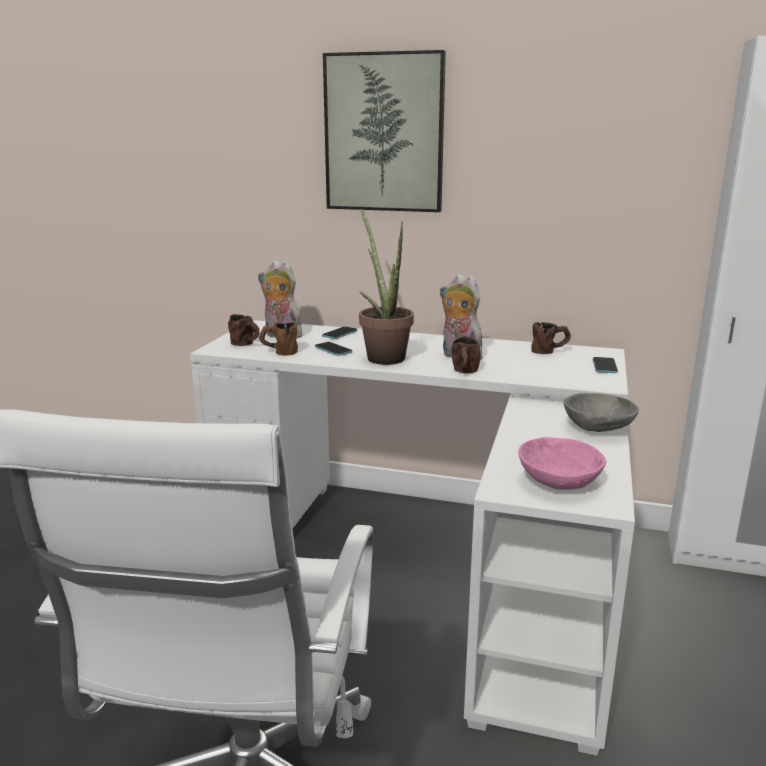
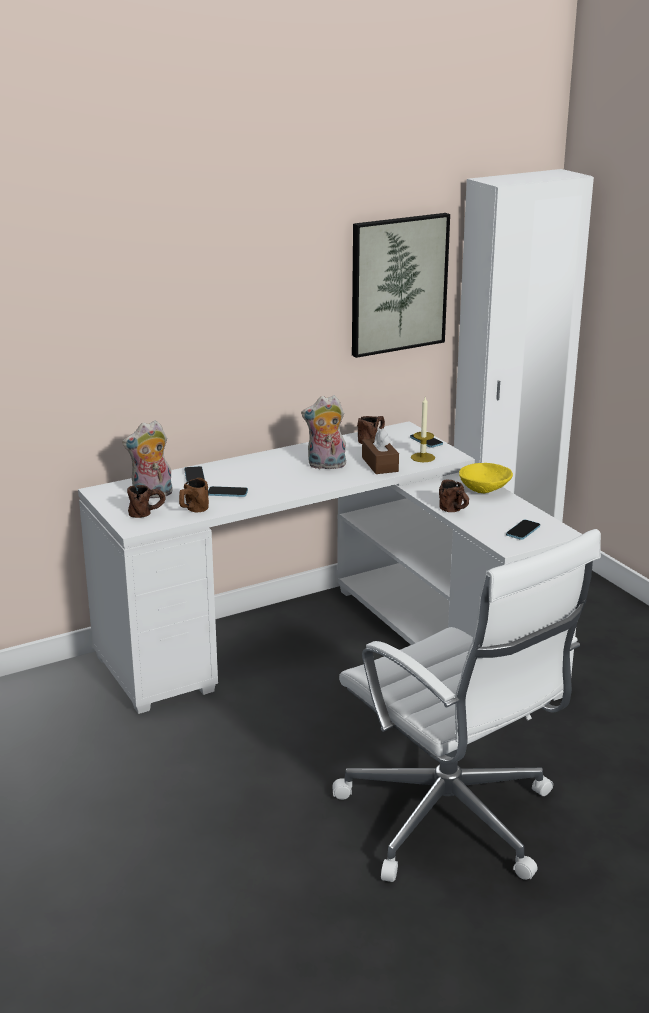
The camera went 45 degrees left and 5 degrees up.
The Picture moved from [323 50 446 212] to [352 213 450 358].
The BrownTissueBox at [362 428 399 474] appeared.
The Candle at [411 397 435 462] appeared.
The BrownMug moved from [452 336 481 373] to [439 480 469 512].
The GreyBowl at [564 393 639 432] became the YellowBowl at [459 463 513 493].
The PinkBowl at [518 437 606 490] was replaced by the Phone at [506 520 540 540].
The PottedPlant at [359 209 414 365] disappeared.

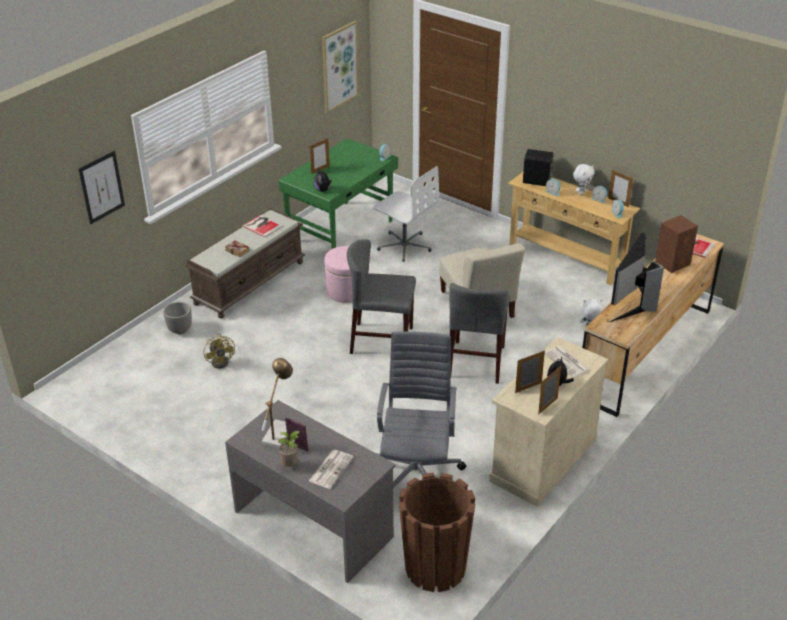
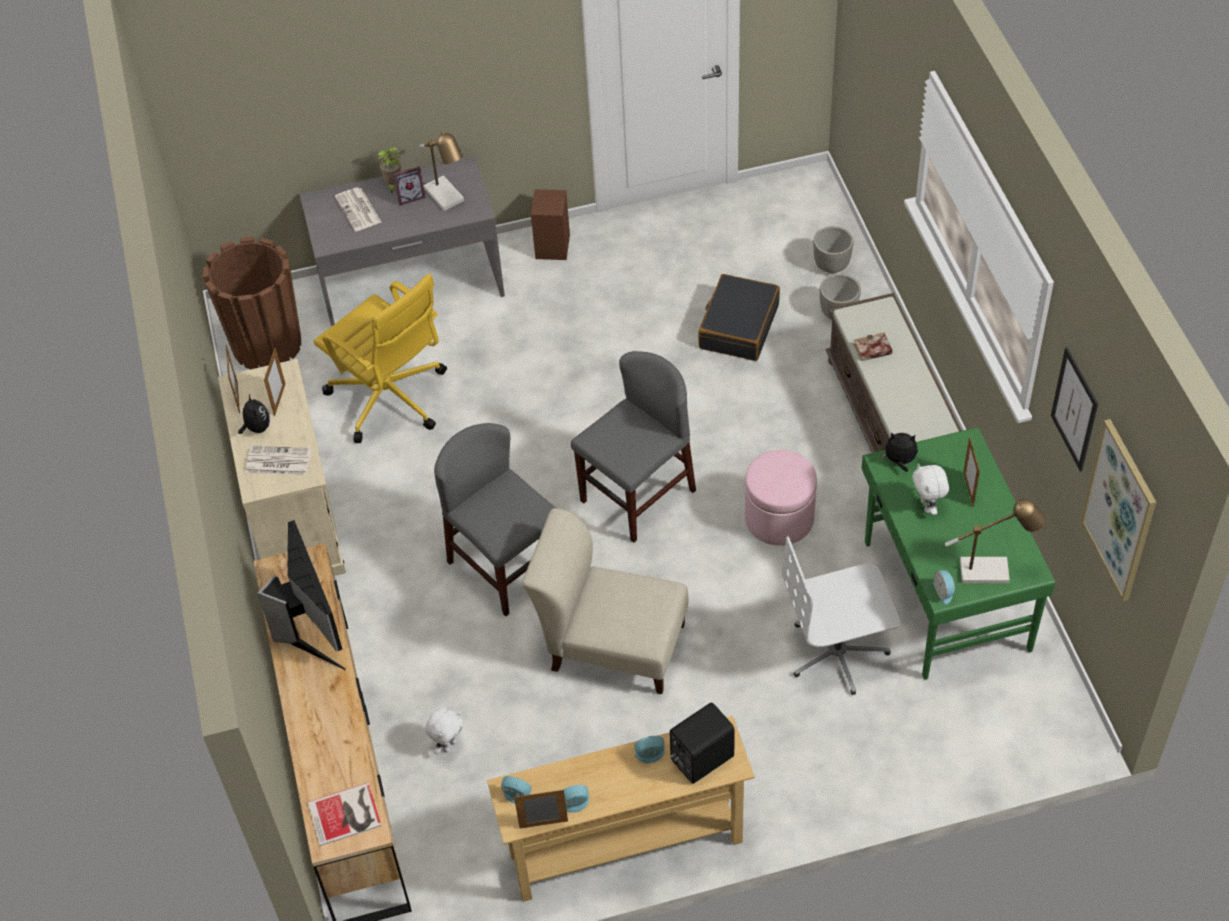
The camera went 130 degrees right and 15 degrees up.
The GreyOfficeChair at [376 331 466 488] became the YellowOfficeChair at [313 274 447 443].
The BrownSpeaker moved from [655 215 698 273] to [531 189 570 260].
The YellowFan at [204 334 235 369] was replaced by the BlackSuitcase at [698 274 780 361].
The Planter at [813 226 853 273] appeared.
The WhitePlushToy moved from [573 164 595 195] to [912 463 949 515].
The TableLamp at [945 499 1046 583] appeared.
The Picture moved from [78 151 125 224] to [1051 347 1098 472].
The Book at [243 215 283 237] disappeared.

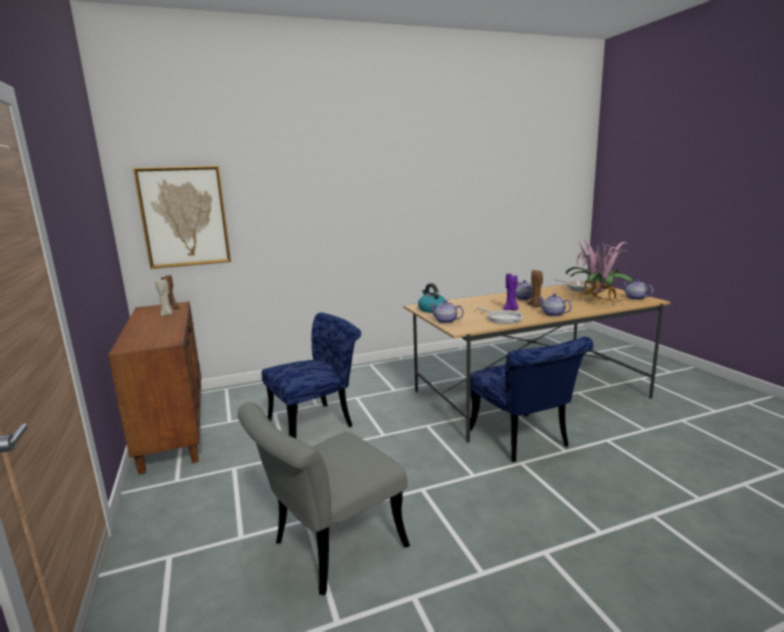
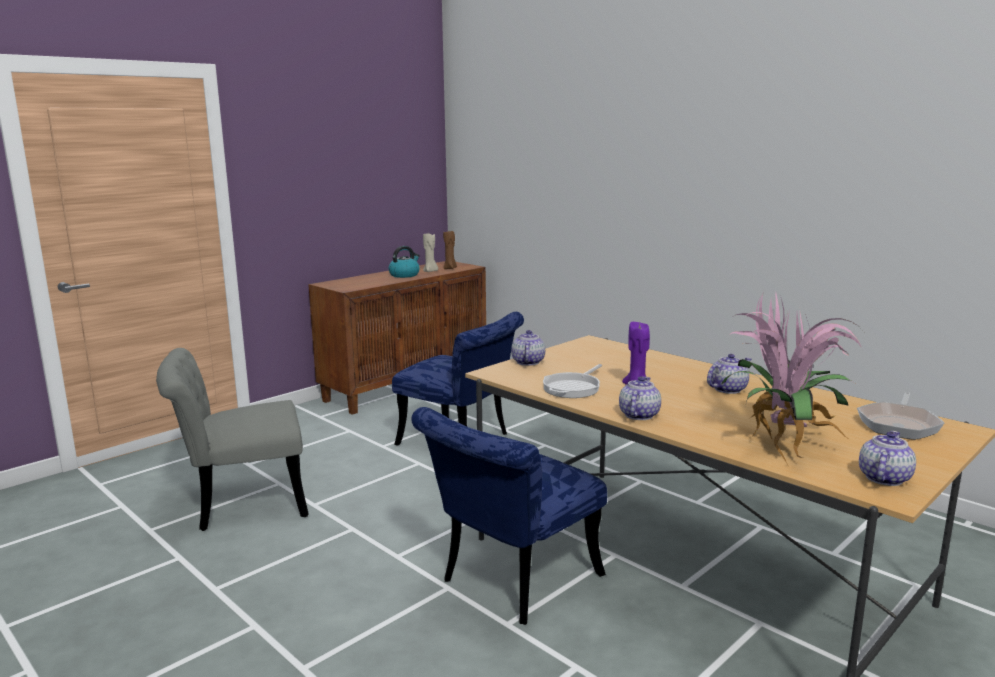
The camera went 65 degrees right and 0 degrees up.
The GreyChair at [238 402 410 595] turned 45 degrees counterclockwise.
The Kettle moved from [418 283 445 313] to [388 246 420 278].
The Picture at [133 166 231 269] disappeared.
The BrownCandle at [527 270 543 307] disappeared.

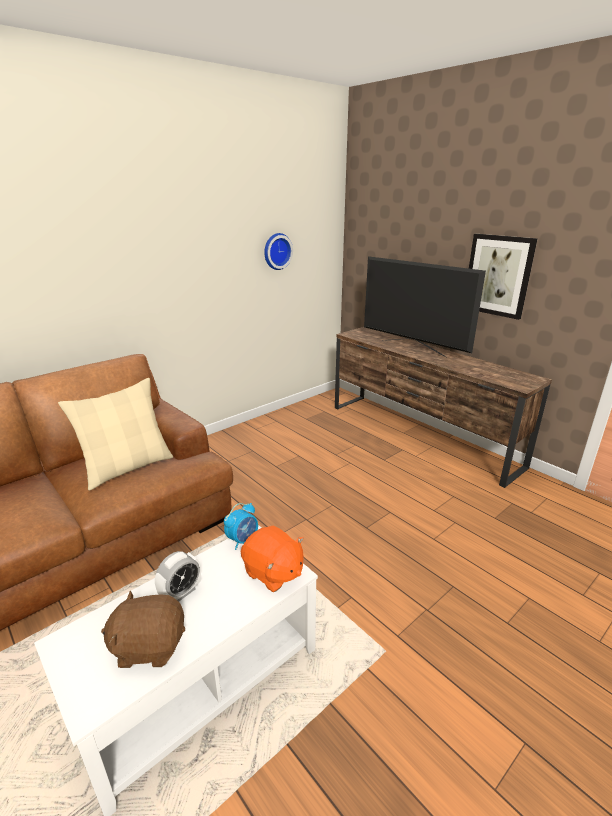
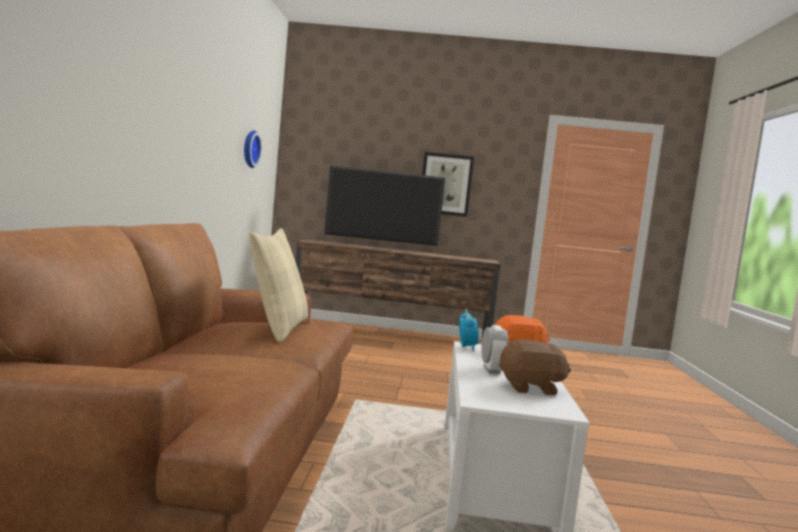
The camera went 45 degrees left and 20 degrees down.
The BrownPlushToy at [101 591 185 668] turned 135 degrees counterclockwise.

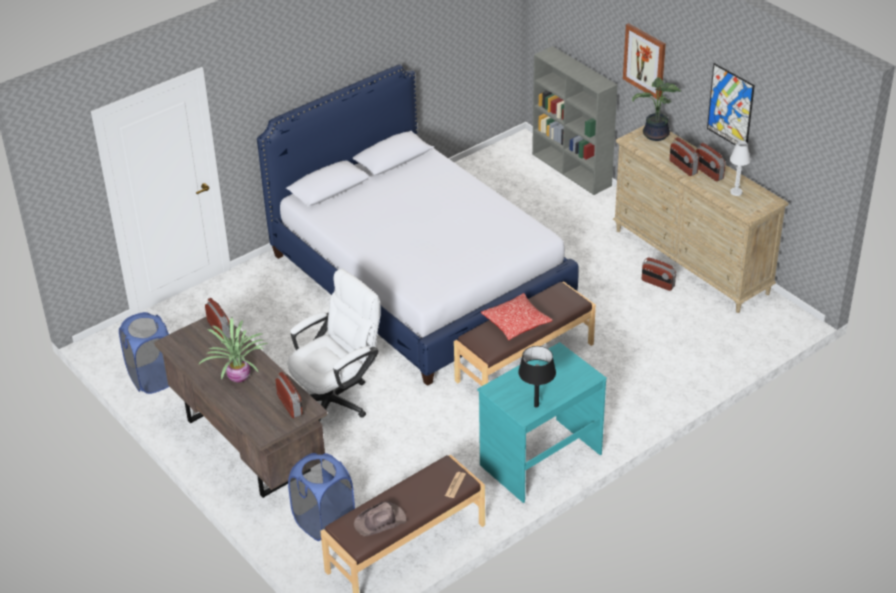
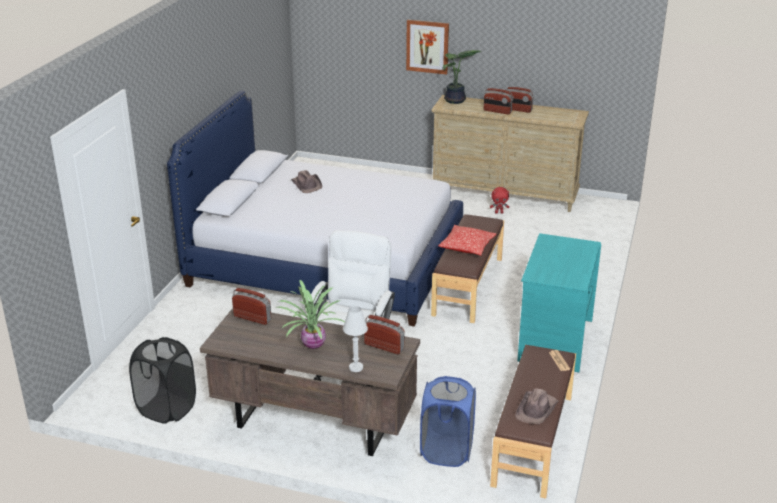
The camera went 35 degrees left and 10 degrees down.
The BlueLaundryBasket at [119 312 170 394] became the BlackLaundryBasket at [129 337 196 424].
The BrownHat at [291 170 322 193] appeared.
The WhiteTableLamp moved from [730 141 751 196] to [343 306 368 372].
The Radio at [642 257 676 291] was replaced by the RedPlushToy at [490 187 509 214].
The BlackTableLamp at [518 346 556 408] disappeared.
The GreyBookcase at [532 46 618 195] disappeared.
The Picture at [707 63 755 146] disappeared.

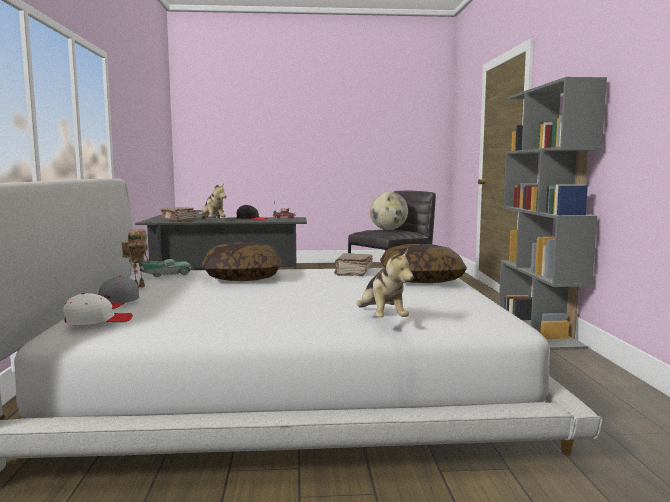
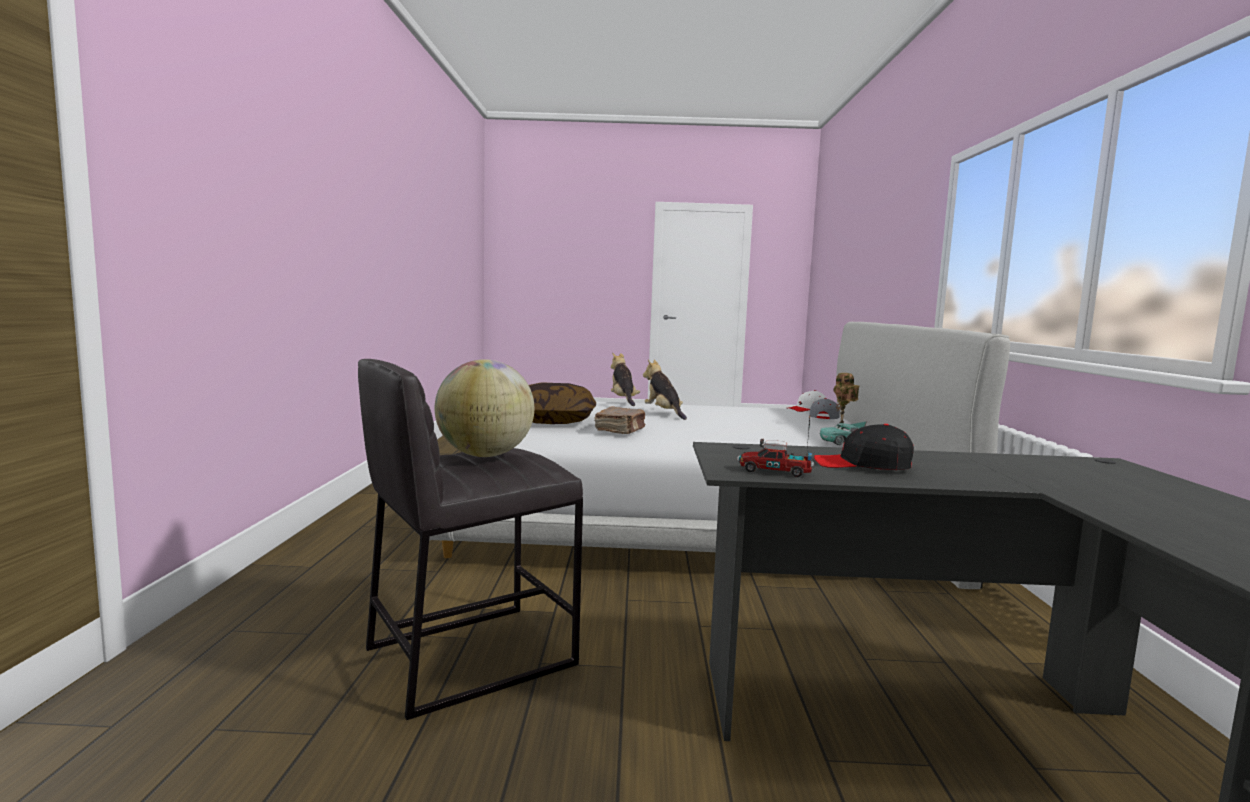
The camera went 175 degrees left and 0 degrees up.
The PlushToy moved from [199 183 227 219] to [643 359 687 420].
The BrownBook at [161 207 196 222] disappeared.
The Pillow at [202 242 282 281] disappeared.
The GreyBookcase at [499 77 607 350] disappeared.

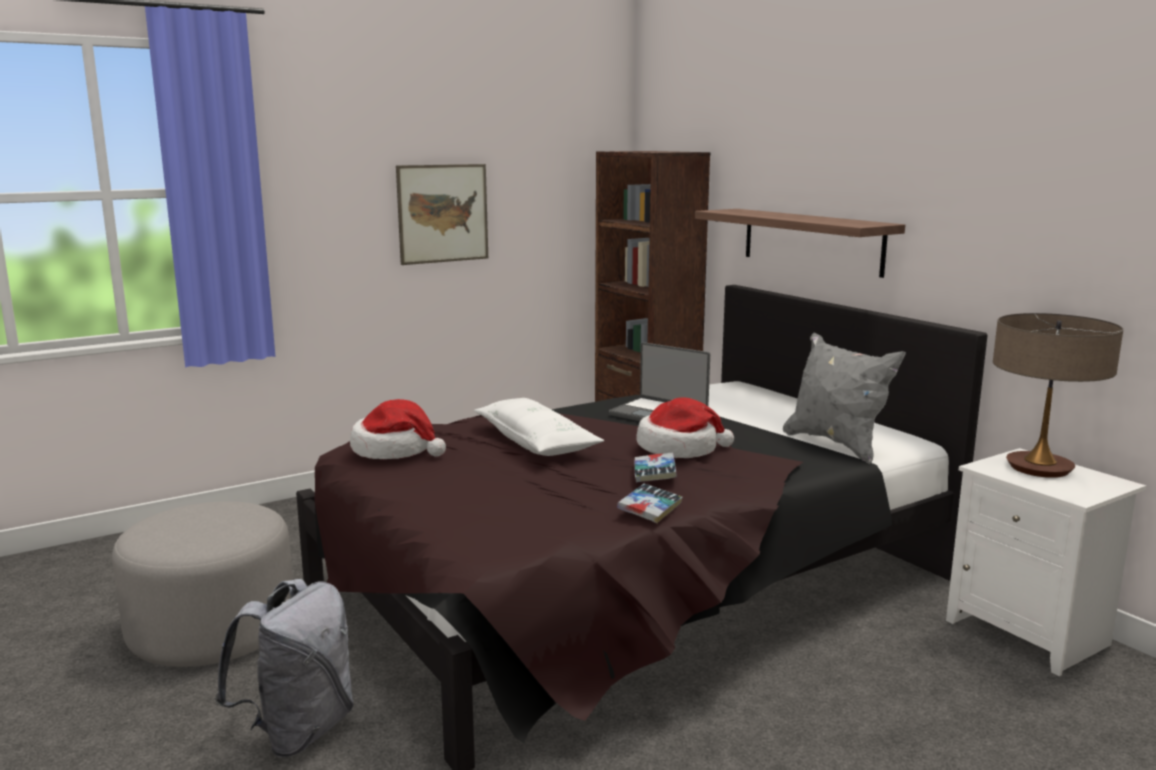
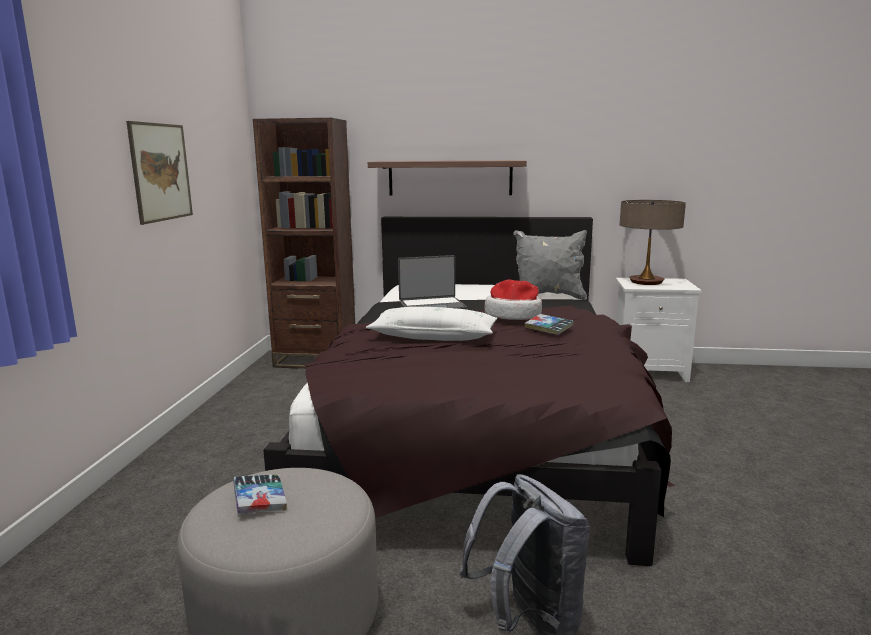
The camera went 50 degrees left and 0 degrees up.
The Book moved from [617 484 683 523] to [233 474 287 514].
The Hat at [350 399 446 459] disappeared.

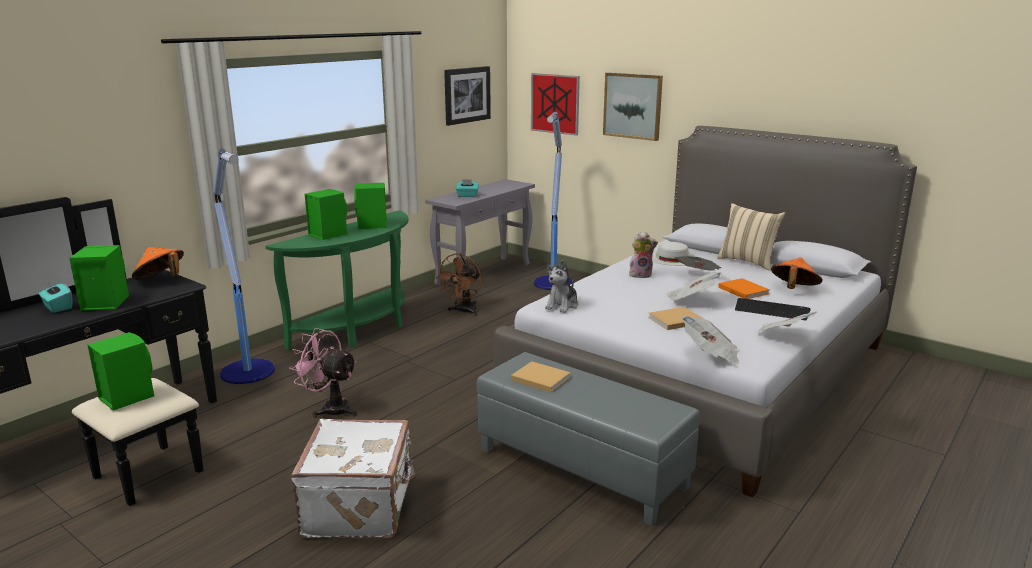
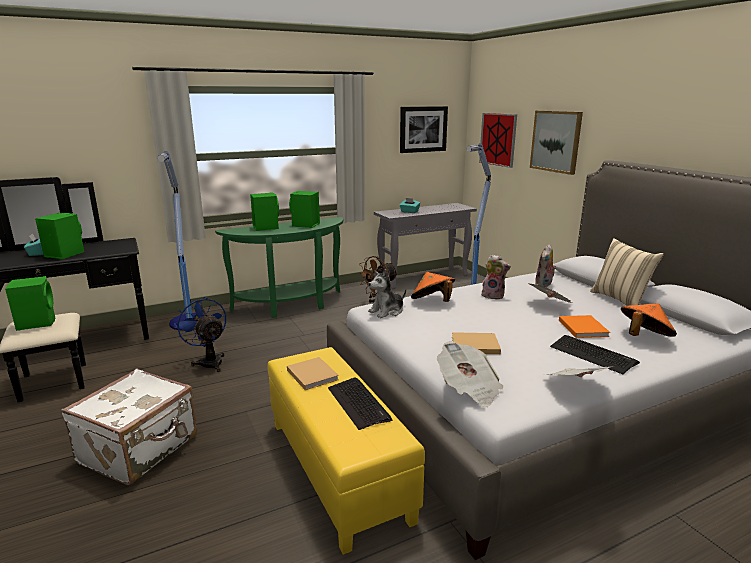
The camera went 25 degrees right and 0 degrees up.
The PinkFan at [289 328 357 418] became the BlueFan at [174 297 226 372].
The GreyOttoman at [477 352 700 526] became the YellowOttoman at [268 347 425 555].
The Keyboard at [328 378 392 430] appeared.
The OrangeHat moved from [132 247 184 280] to [411 272 455 302].
The WhiteHat at [652 242 699 266] was replaced by the PlushToy at [535 244 556 287].
The Newspaper at [667 271 723 301] disappeared.

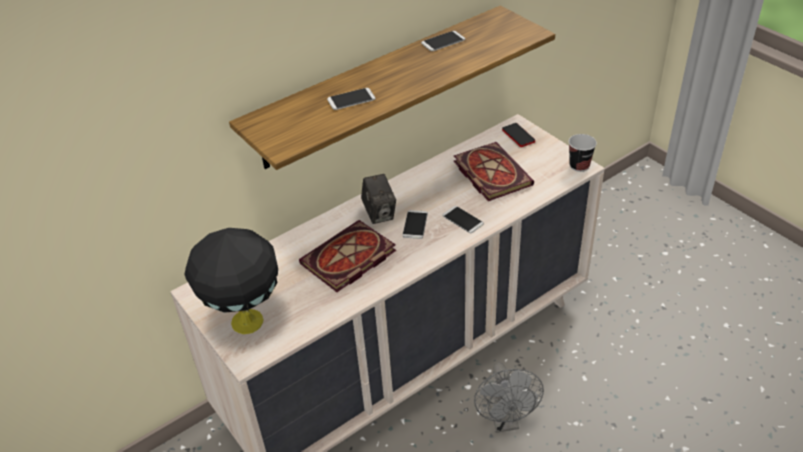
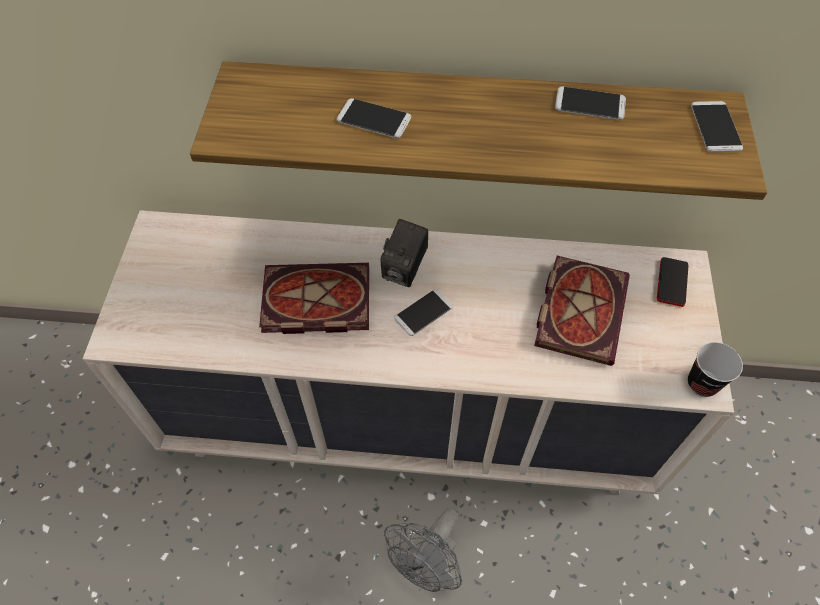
The camera went 40 degrees right and 15 degrees up.
The Phone moved from [442 206 484 233] to [691 101 743 152].
The BlackTableLamp at [184 228 278 334] disappeared.

